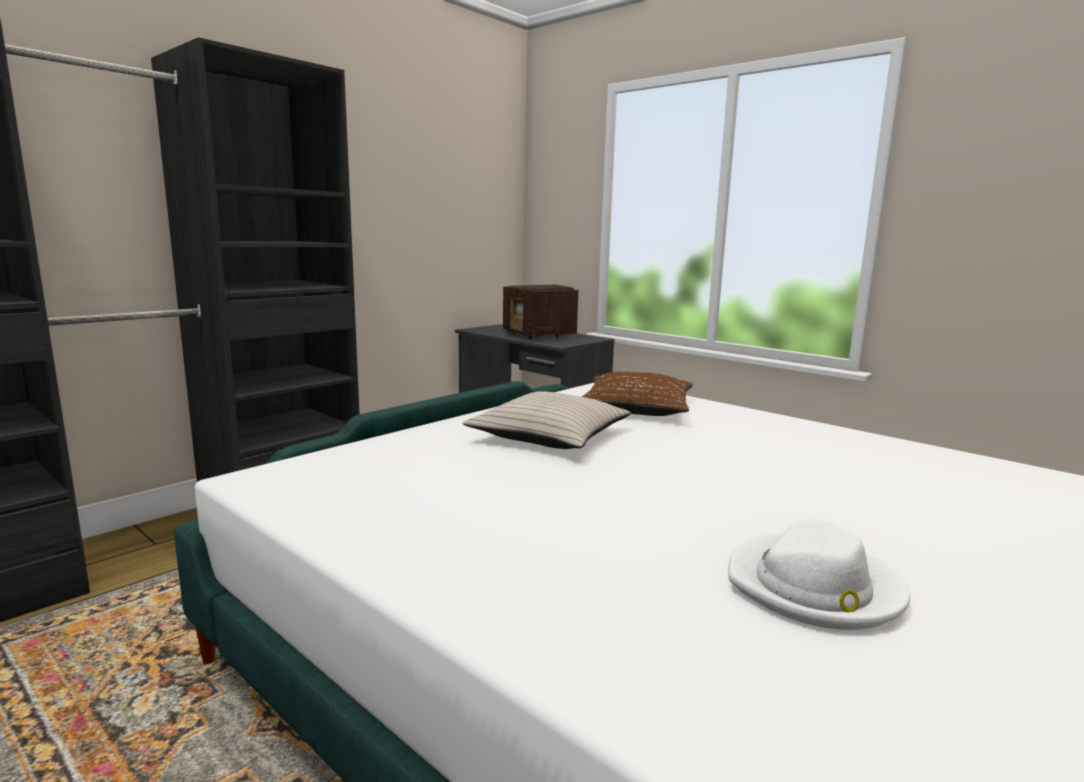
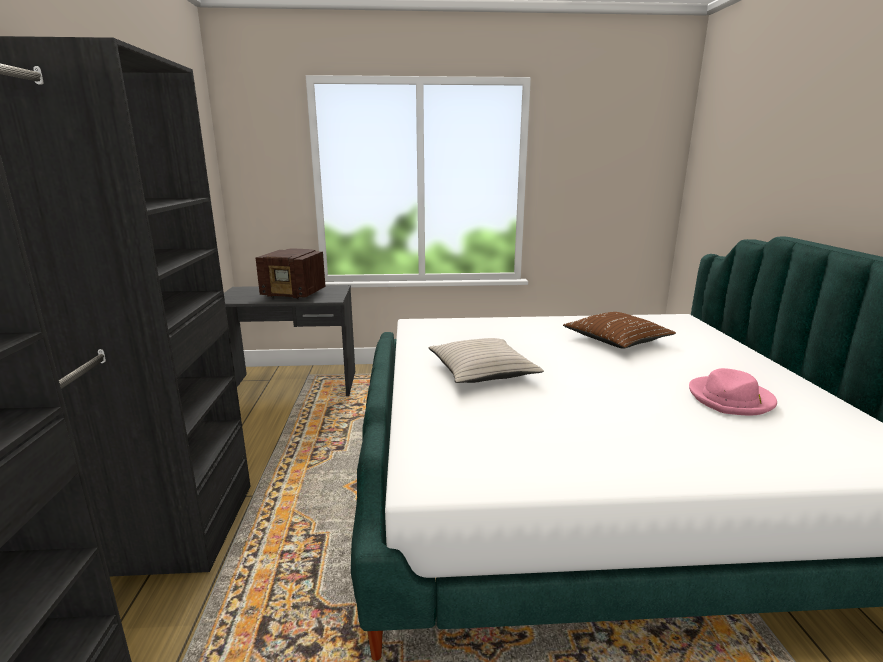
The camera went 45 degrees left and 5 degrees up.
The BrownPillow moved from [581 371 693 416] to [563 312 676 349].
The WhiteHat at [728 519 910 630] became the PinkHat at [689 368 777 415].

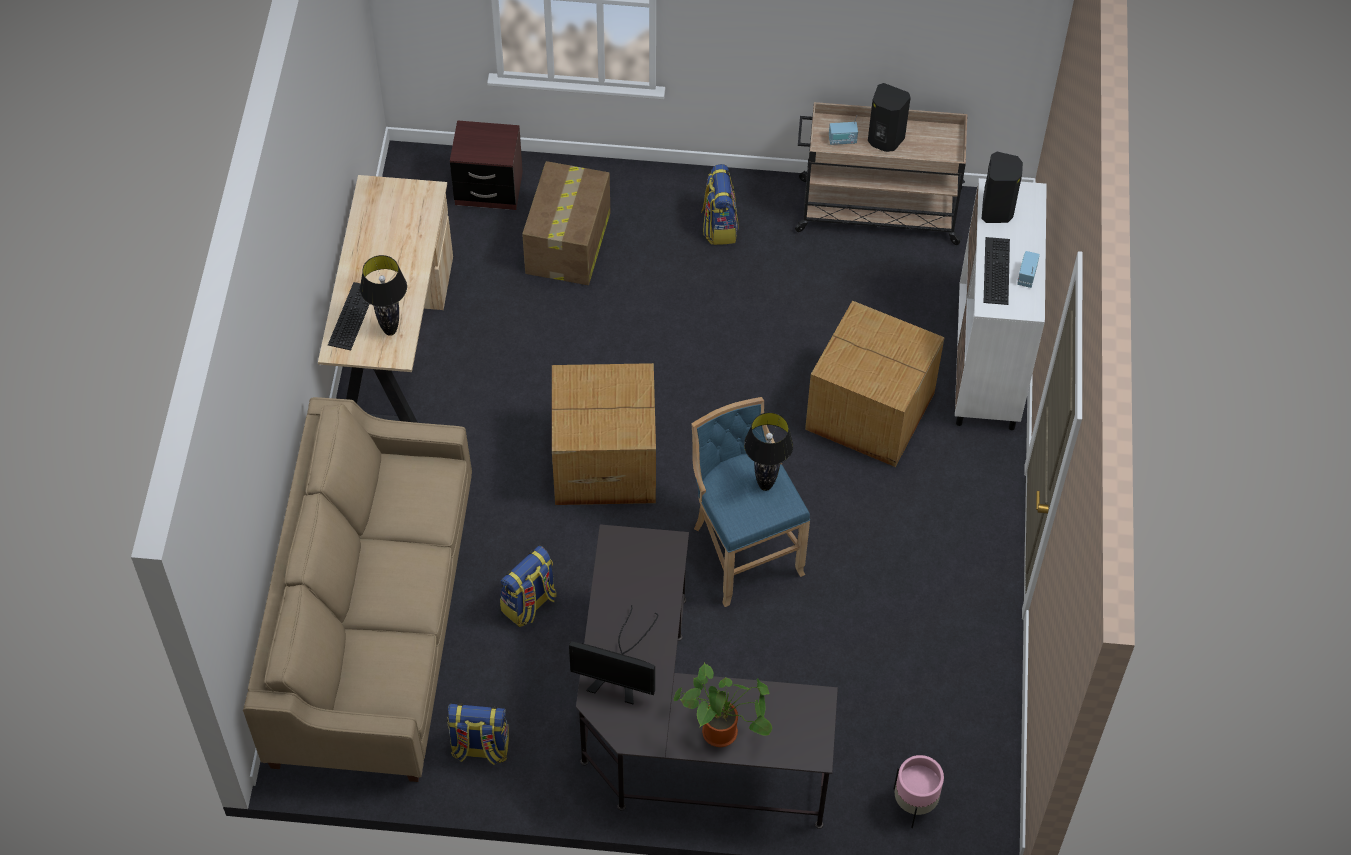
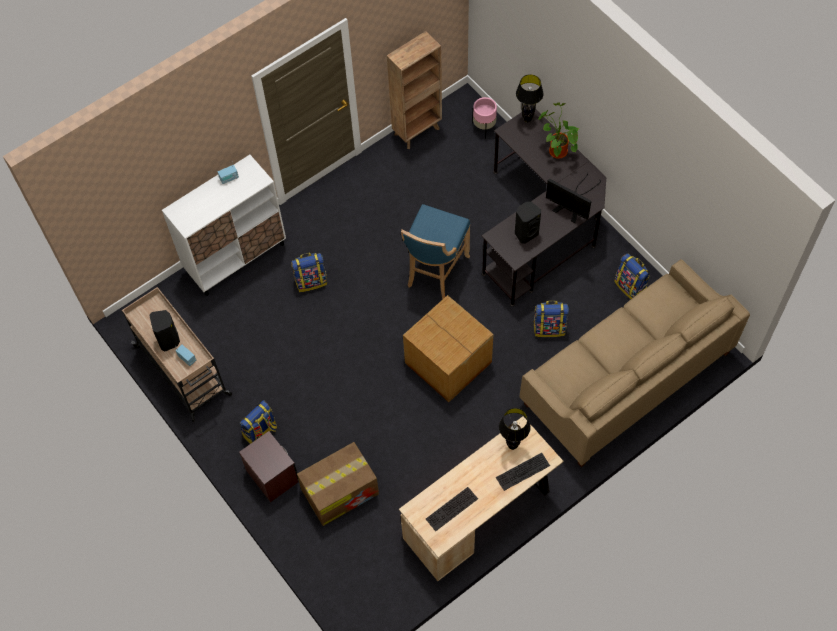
The camera went 130 degrees left and 5 degrees up.
The BrownNightstand moved from [450 120 523 210] to [239 431 298 502].
The CardboardBox at [805 300 945 467] was replaced by the Backpack at [291 253 327 292].
The BrownBookcase at [387 31 442 149] appeared.
The Keyboard moved from [983 237 1010 305] to [426 487 478 531].
The BlackSpeaker moved from [982 152 1023 223] to [515 202 541 244].
The BlackTableLamp moved from [744 412 793 491] to [516 74 543 123].
The Monitor at [569 605 658 705] turned 150 degrees clockwise.

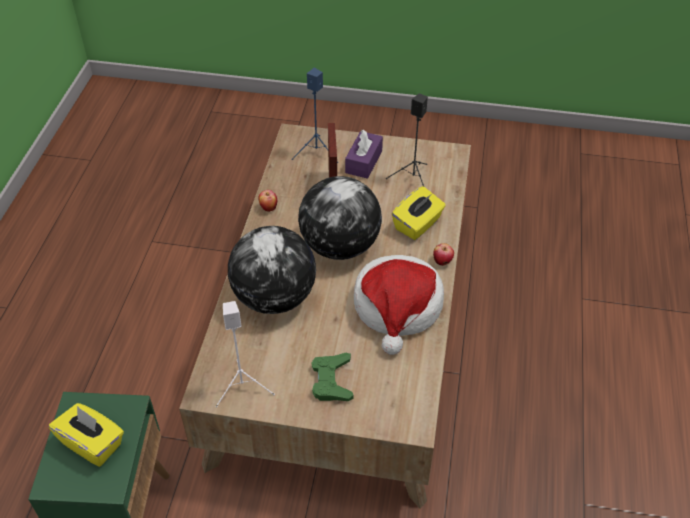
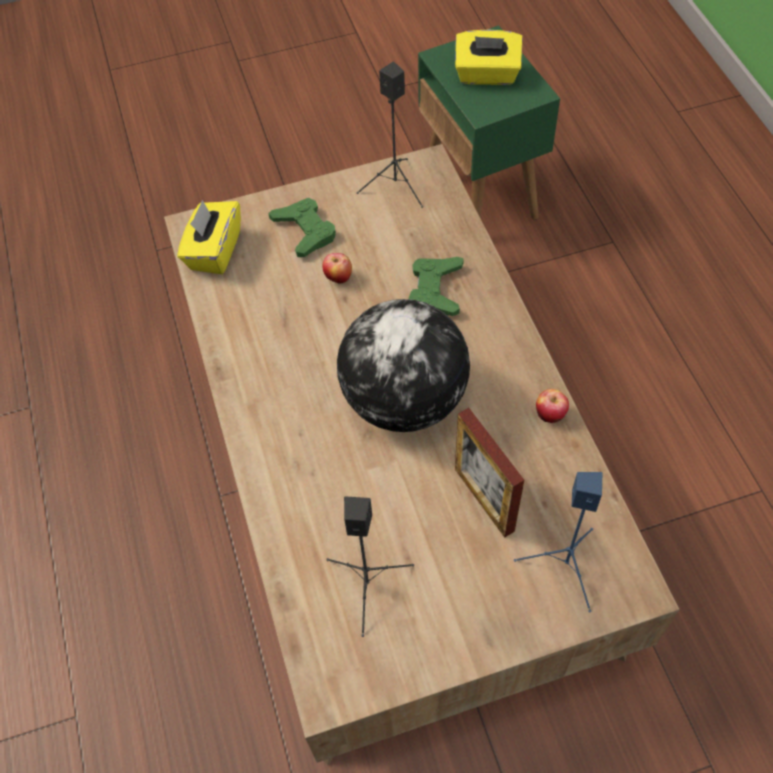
The camera went 155 degrees right and 10 degrees up.
The YellowTissueBox moved from [392 186 446 240] to [177 200 241 274].
The Apple moved from [433 243 454 266] to [322 253 352 283].
The WhiteSpeaker at [216 301 275 408] became the BlackSpeaker at [357 62 423 208].
The Globe at [228 226 316 314] was replaced by the GreenGameController at [409 257 464 316].
The PurpleTissueBox at [345 130 383 179] disappeared.
The Hat at [354 255 444 355] disappeared.

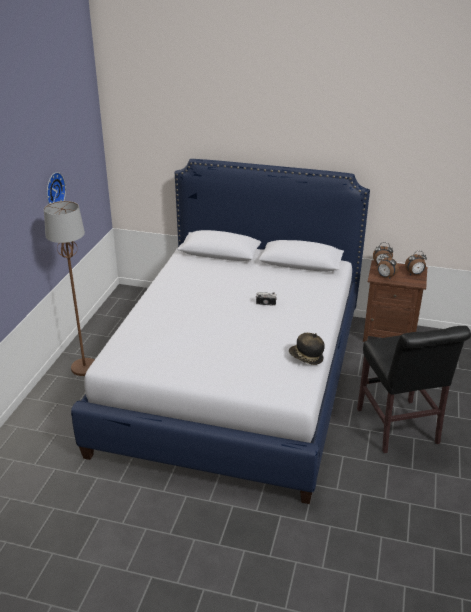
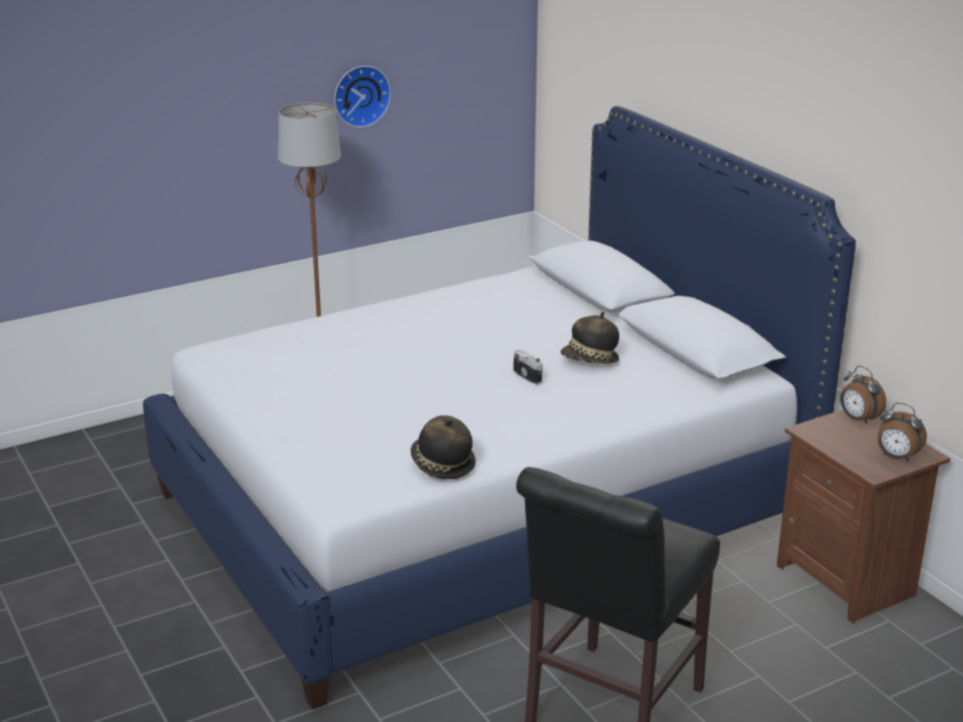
The camera went 45 degrees right and 5 degrees down.
The Hat at [561 312 619 364] appeared.
The AlarmClock at [377 253 398 278] disappeared.

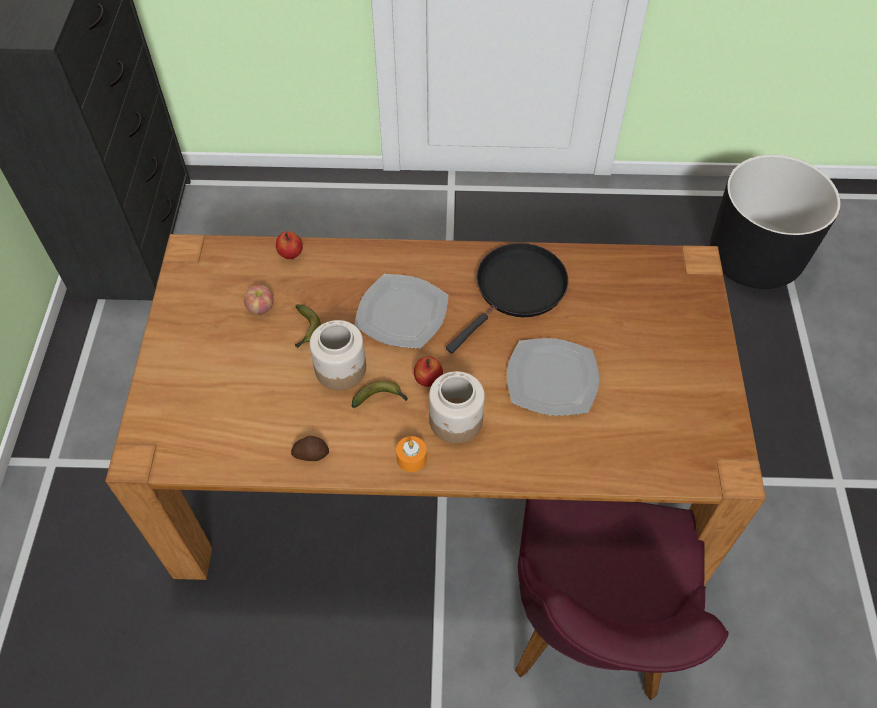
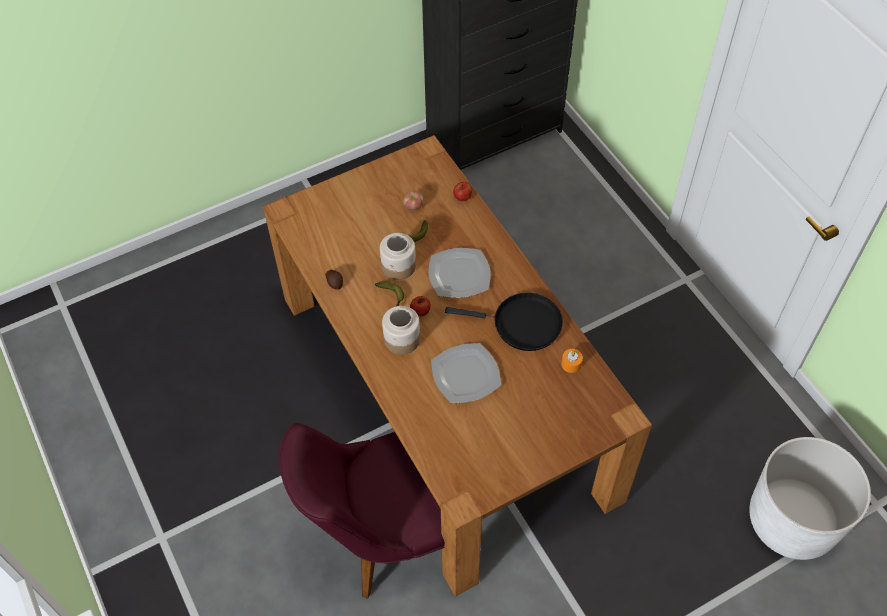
The camera went 60 degrees right and 0 degrees up.
The OrangeCandle moved from [396 436 427 472] to [561 349 583 373].
The BlackPlanter at [710 155 841 289] became the WhitePlanter at [749 437 871 560].

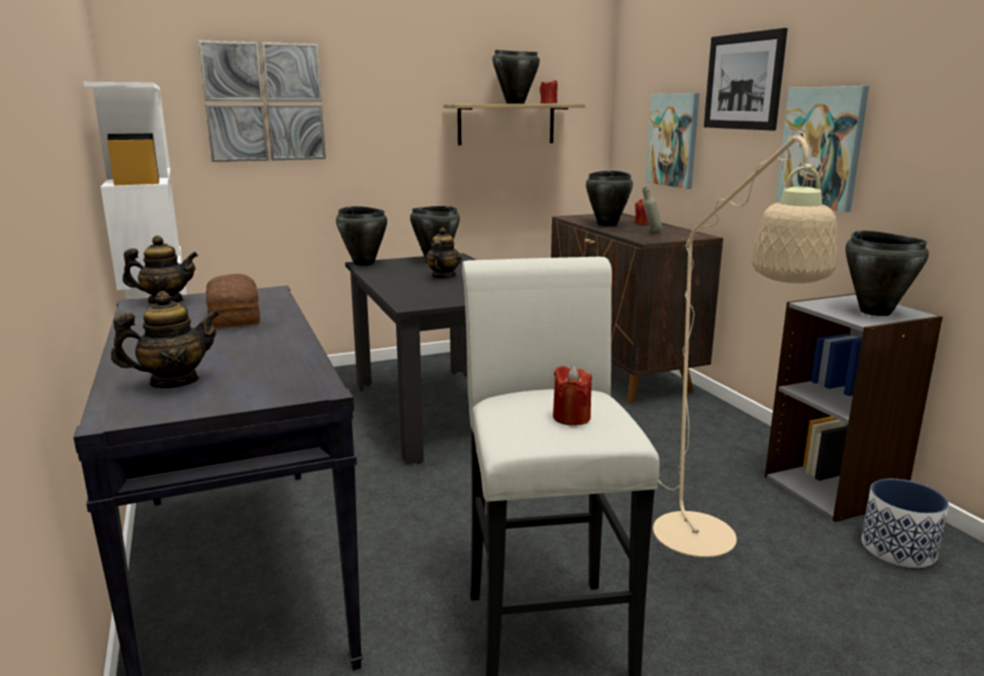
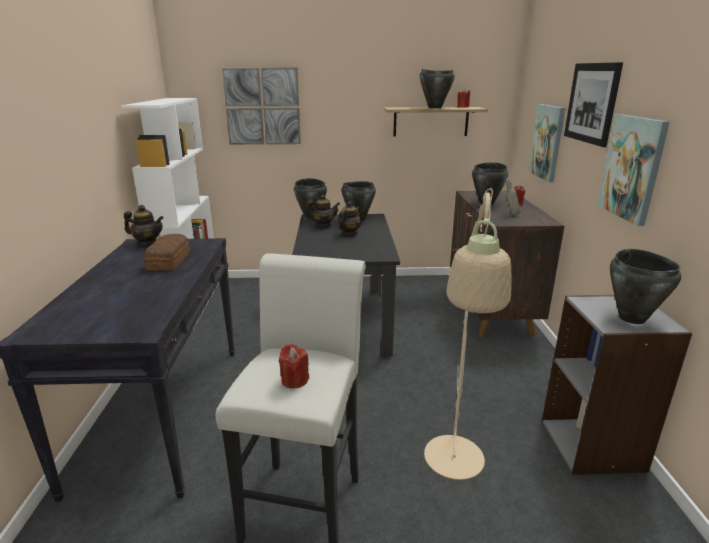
The camera went 20 degrees right and 5 degrees up.
The Teapot moved from [111 291 220 388] to [305 195 340 227].
The Planter at [861 479 949 568] disappeared.

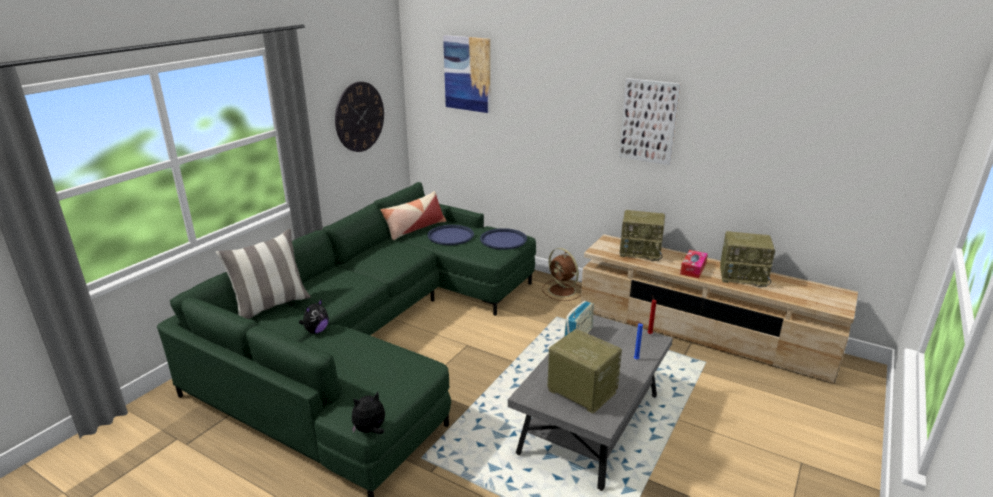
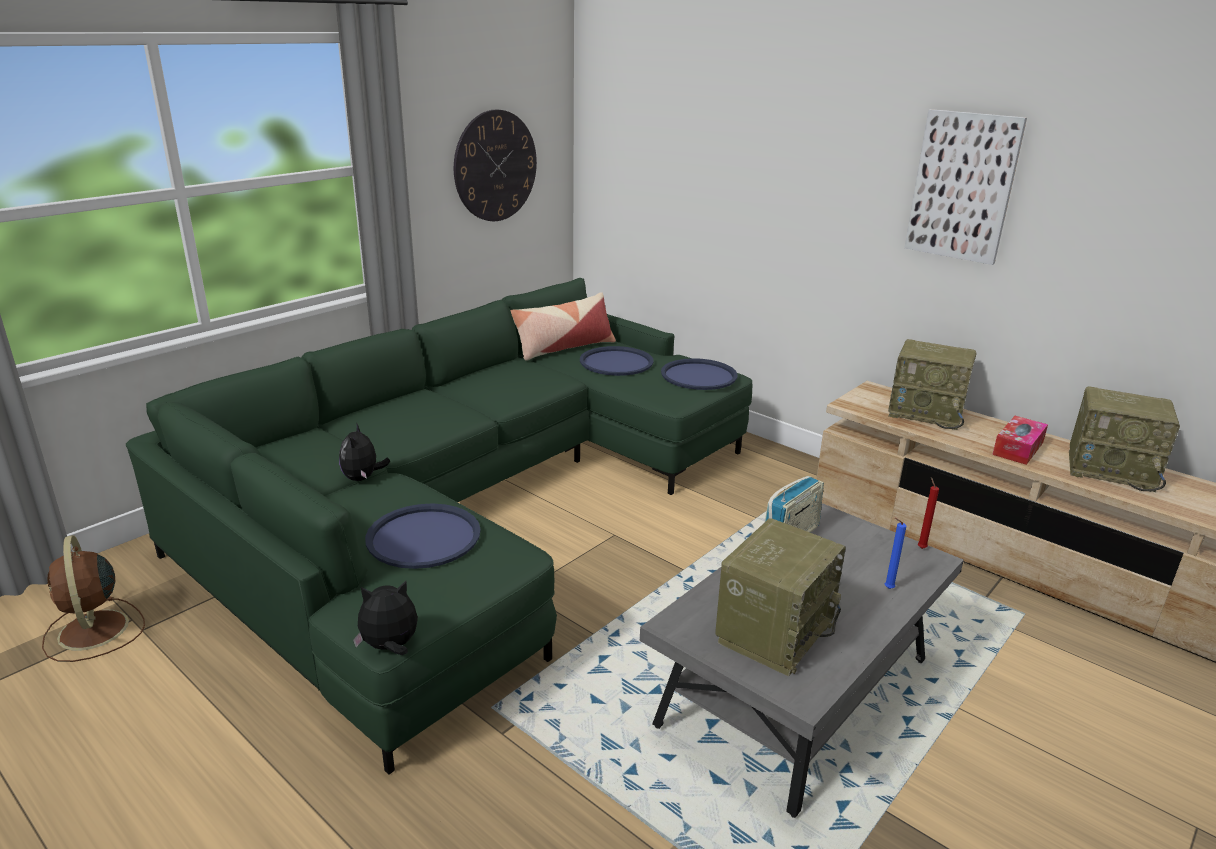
The camera went 10 degrees right and 0 degrees up.
The BrownFan moved from [542 248 582 301] to [42 535 145 662].
The PlushToy at [299 299 329 334] turned 135 degrees clockwise.
The BlueTray at [365 503 481 569] appeared.
The Radio at [547 329 622 414] turned 75 degrees clockwise.
The Pillow at [216 229 311 319] disappeared.
The Picture at [443 35 490 113] disappeared.

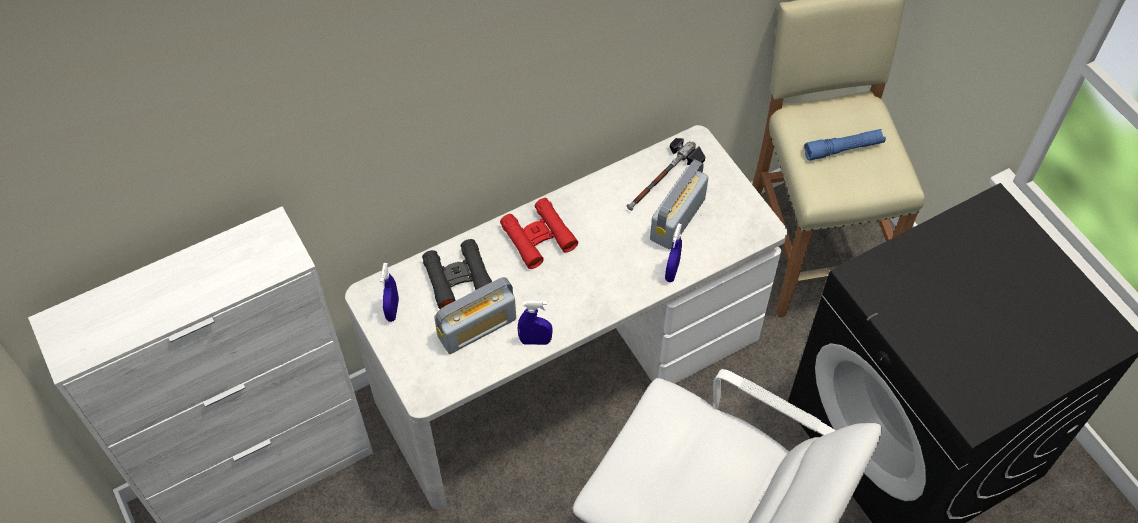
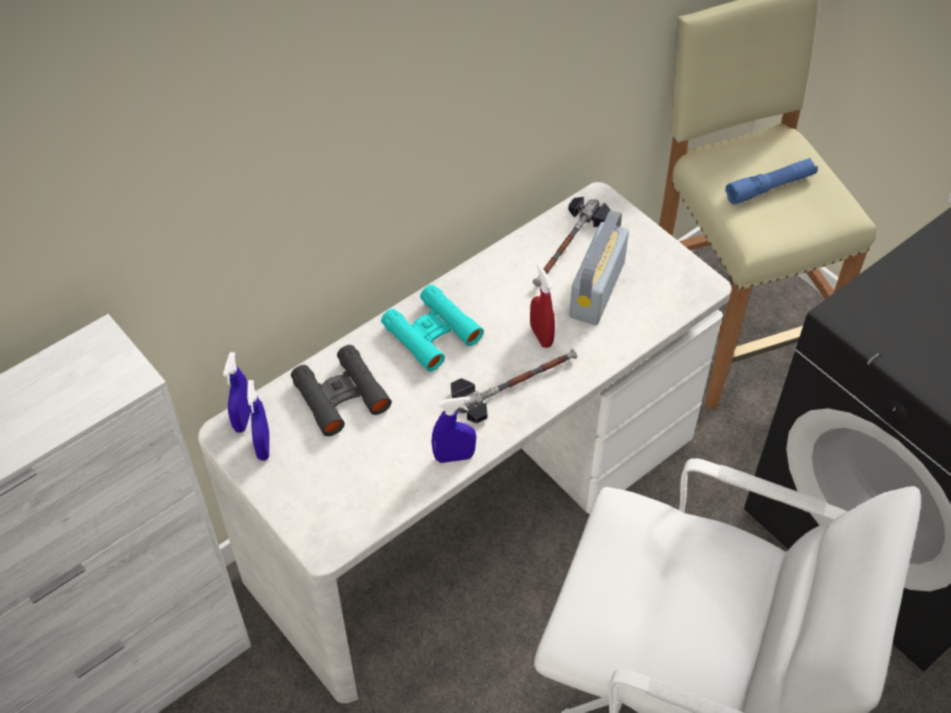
The camera went 10 degrees left and 5 degrees down.
The BlueSprayBottle moved from [665 223 682 282] to [223 352 251 433].
The RedBinoculars at [500 198 578 269] became the TurquoiseBinoculars at [381 285 484 372].
The Hammer at [451 349 577 424] appeared.
The RedSprayBottle at [530 264 555 348] appeared.
The Radio at [434 277 516 354] disappeared.

